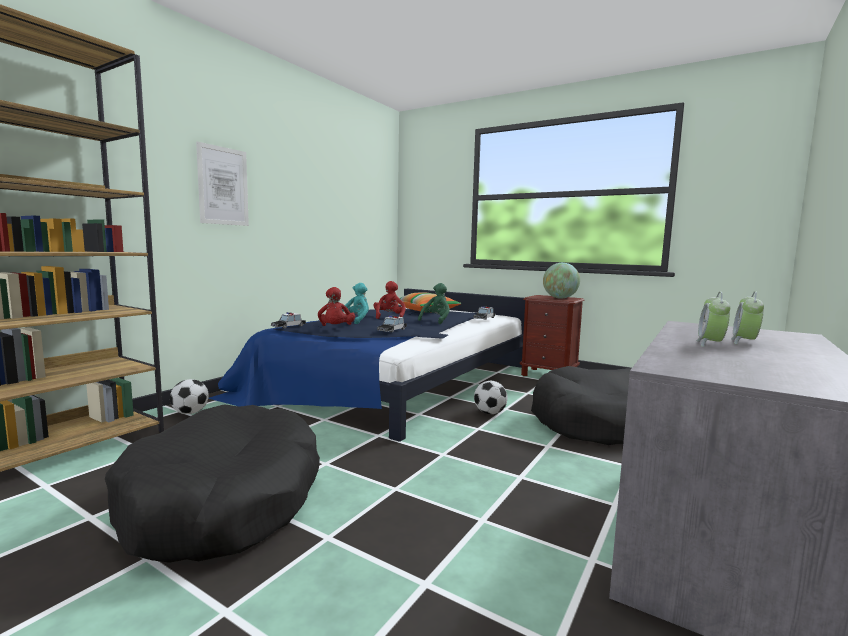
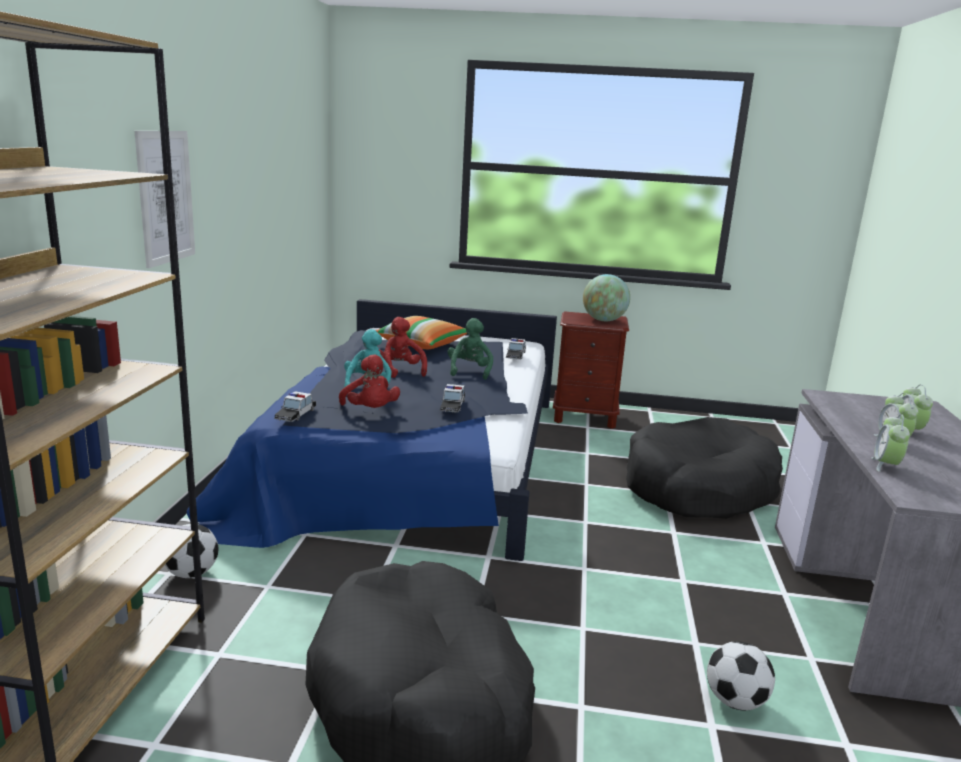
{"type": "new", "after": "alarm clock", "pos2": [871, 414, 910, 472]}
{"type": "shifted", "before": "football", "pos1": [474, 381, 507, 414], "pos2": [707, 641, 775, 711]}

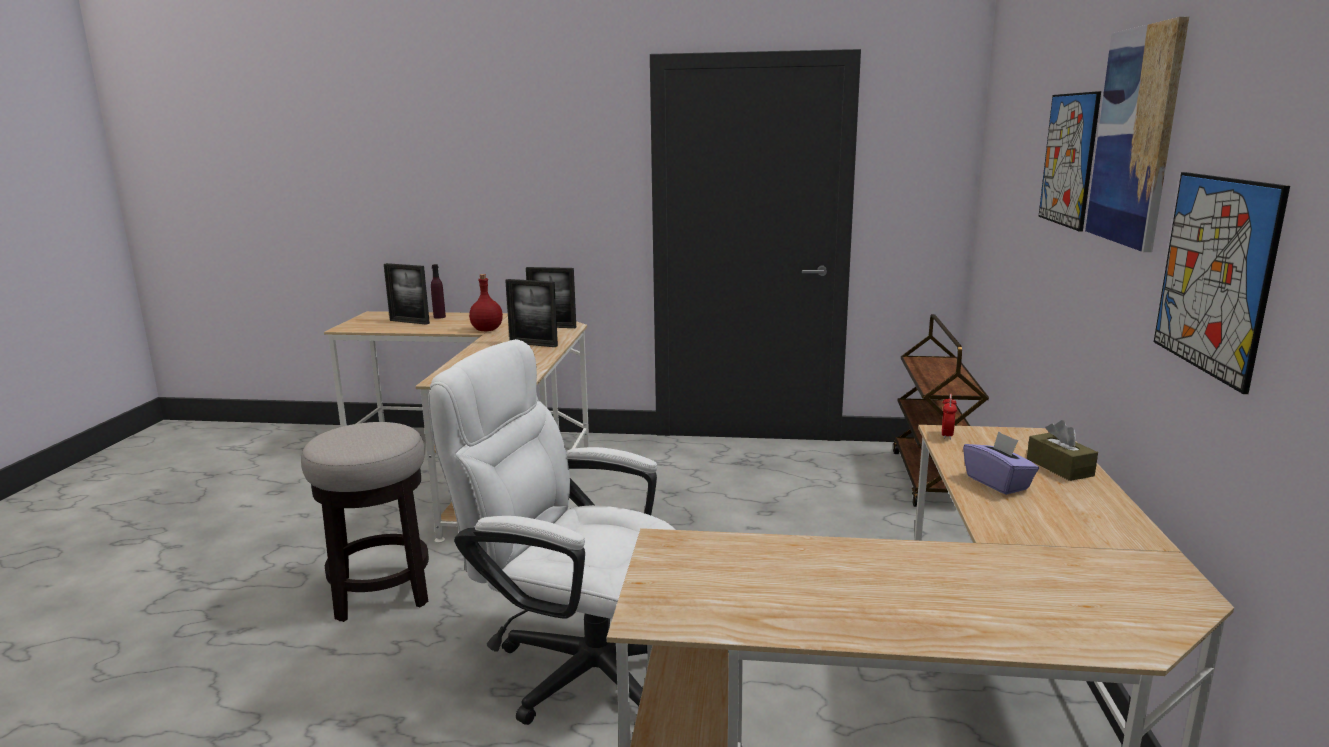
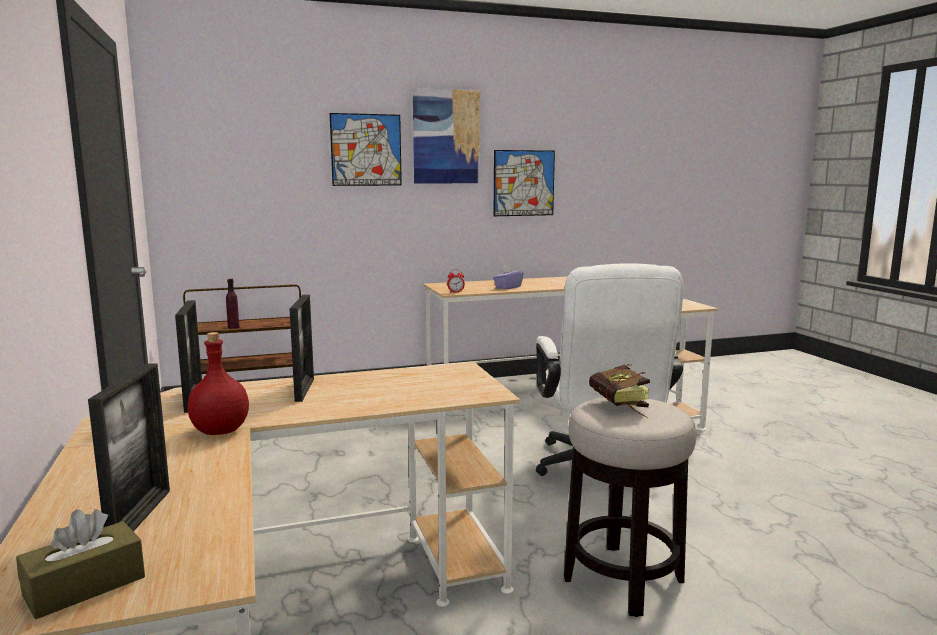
{"type": "new", "after": "book", "pos2": [589, 364, 650, 418]}
{"type": "shifted", "before": "bottle in purple", "pos1": [431, 264, 446, 319], "pos2": [226, 279, 239, 329]}
{"type": "shifted", "before": "tissue box in brown", "pos1": [1027, 420, 1098, 481], "pos2": [16, 509, 145, 619]}

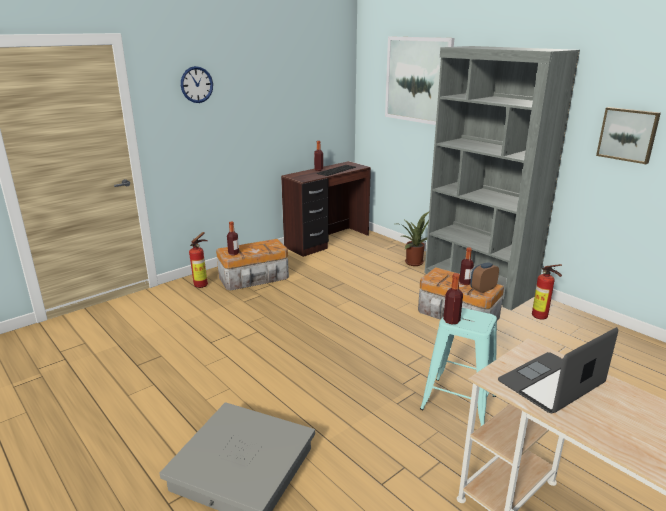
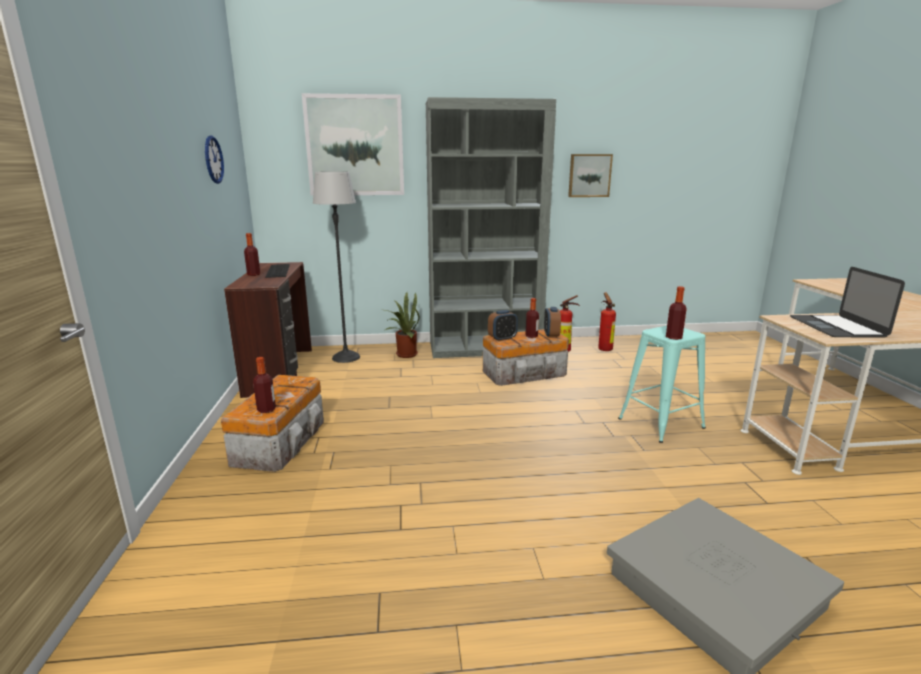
{"type": "new", "after": "floor lamp", "pos2": [313, 172, 360, 363]}
{"type": "new", "after": "alarm clock", "pos2": [488, 310, 518, 341]}
{"type": "shifted", "before": "wall clock", "pos1": [181, 66, 213, 103], "pos2": [205, 136, 224, 184]}
{"type": "shifted", "before": "fire extinguisher", "pos1": [189, 232, 208, 288], "pos2": [599, 292, 616, 351]}

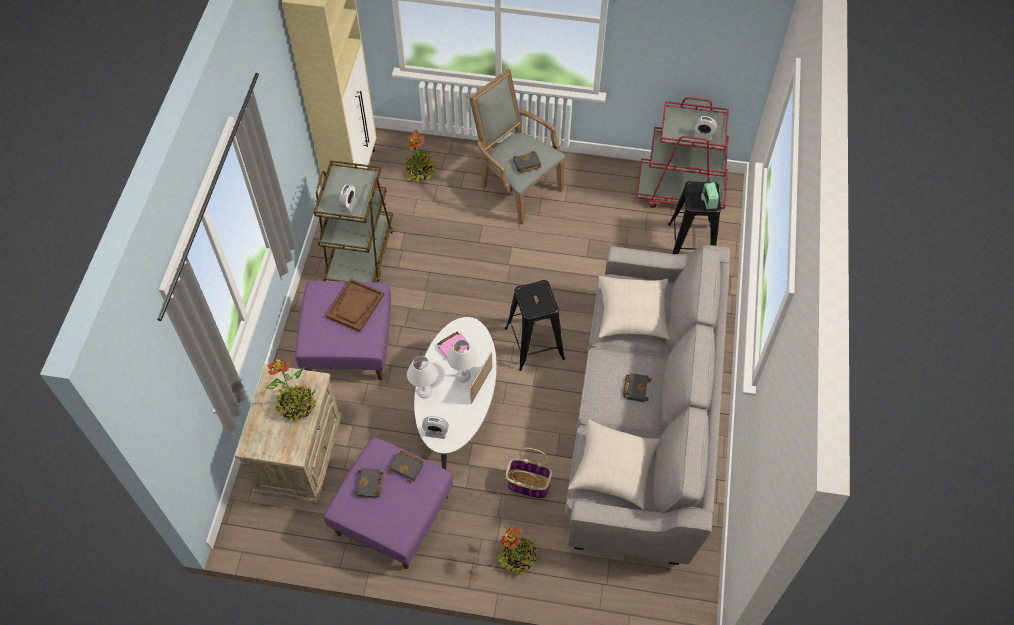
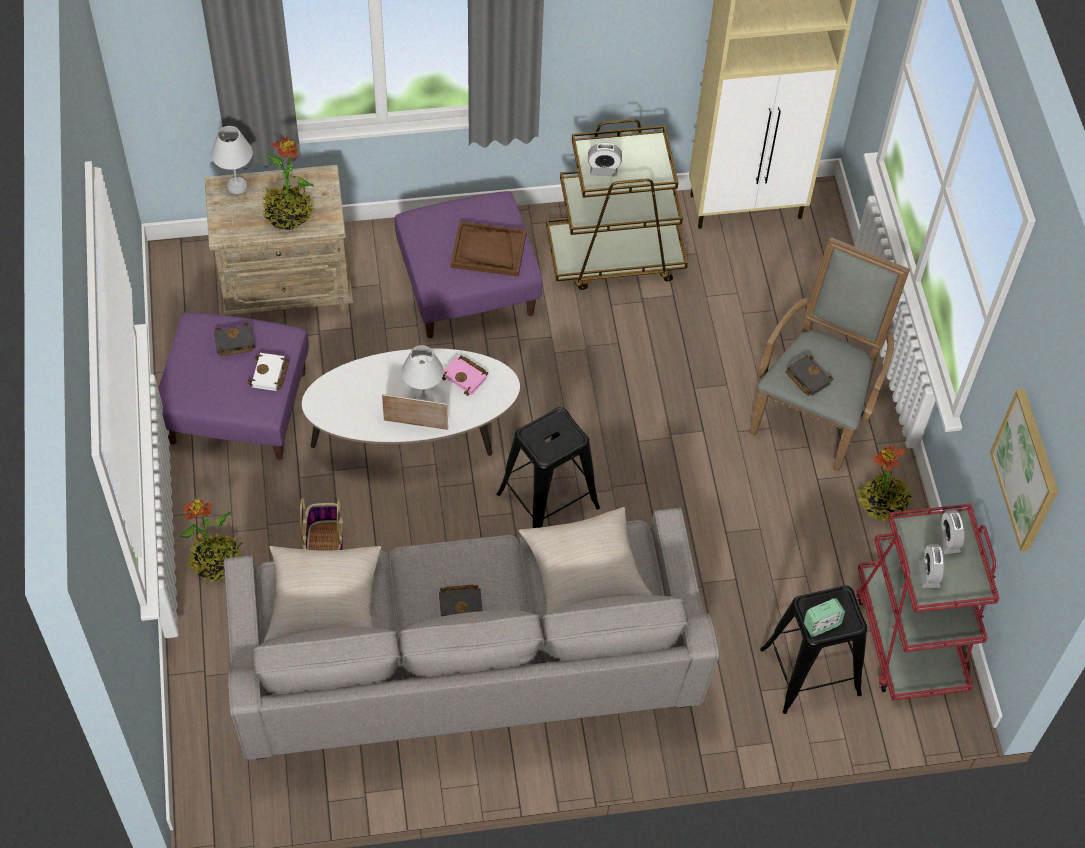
{"type": "new", "after": "picture", "pos2": [990, 389, 1058, 552]}
{"type": "shifted", "before": "potted plant", "pos1": [401, 129, 435, 182], "pos2": [857, 445, 913, 523]}
{"type": "shifted", "before": "table lamp in white", "pos1": [407, 356, 437, 398], "pos2": [211, 126, 253, 194]}
{"type": "shifted", "before": "alarm clock", "pos1": [422, 416, 449, 439], "pos2": [936, 510, 965, 554]}
{"type": "repainted", "before": "book in black", "after": "book in white", "pos1": [388, 451, 424, 483], "pos2": [248, 353, 289, 391]}

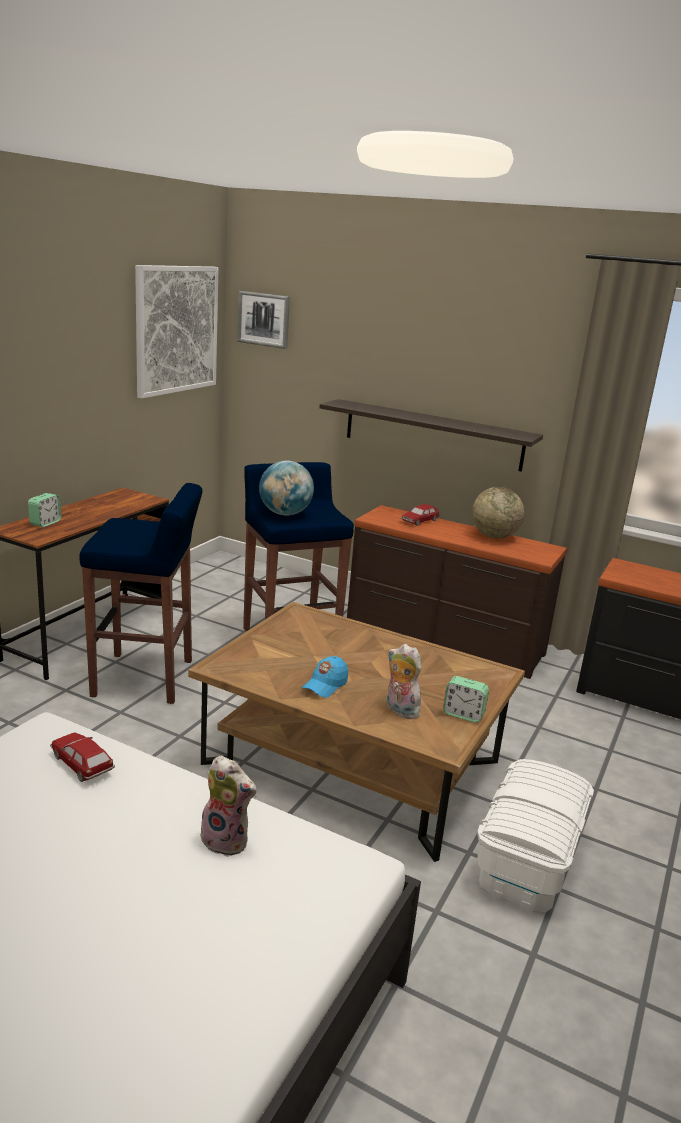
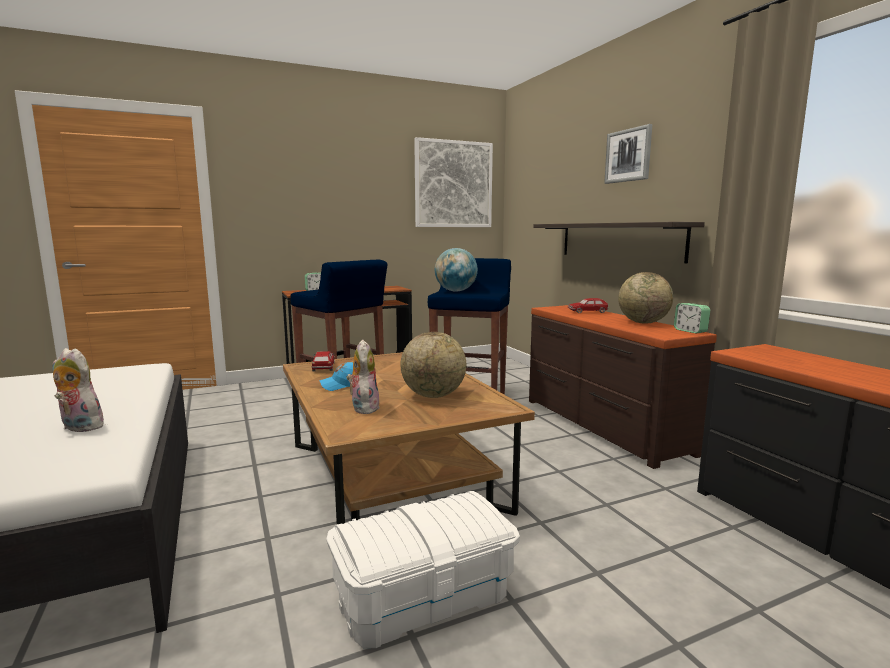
{"type": "new", "after": "globe", "pos2": [401, 332, 466, 398]}
{"type": "shifted", "before": "toy car", "pos1": [50, 732, 115, 782], "pos2": [311, 351, 335, 371]}
{"type": "shifted", "before": "picture", "pos1": [237, 291, 290, 349], "pos2": [604, 124, 652, 184]}
{"type": "shifted", "before": "alarm clock", "pos1": [443, 676, 489, 722], "pos2": [674, 303, 710, 334]}
{"type": "rotated", "before": "plush toy", "pos1": [198, 755, 256, 857], "pos2": [52, 348, 104, 432], "turn": 135}

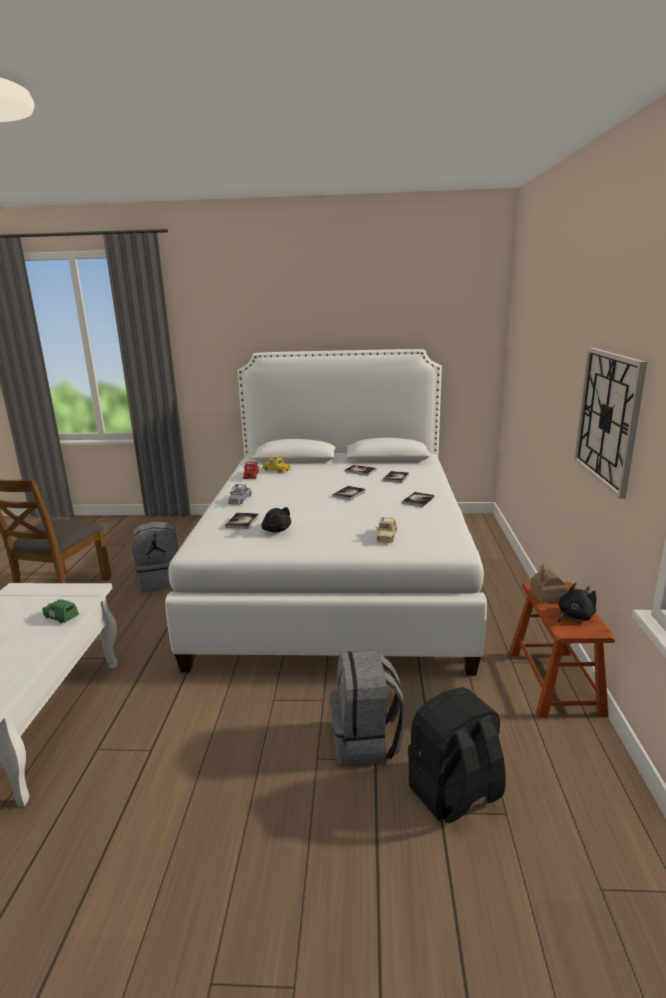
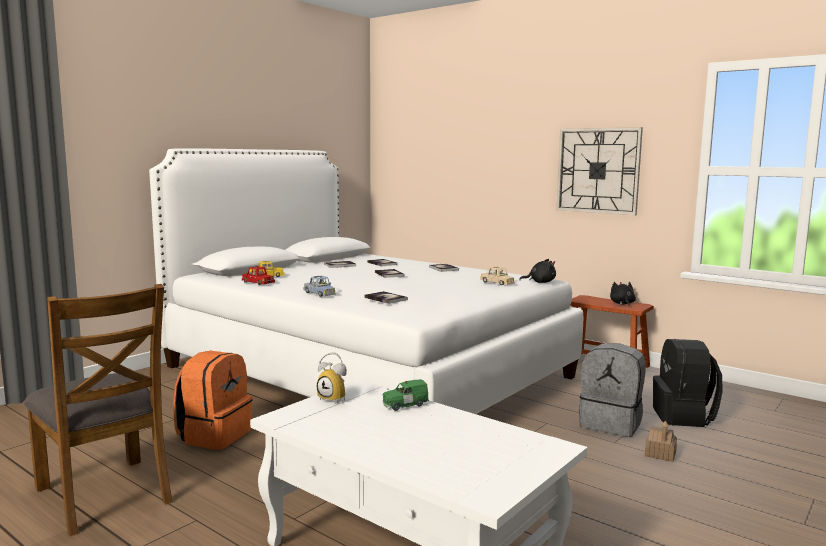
{"type": "new", "after": "alarm clock", "pos2": [317, 352, 347, 402]}
{"type": "shifted", "before": "plush toy in black", "pos1": [261, 507, 291, 532], "pos2": [519, 259, 556, 283]}
{"type": "shifted", "before": "toy house", "pos1": [530, 564, 567, 604], "pos2": [645, 421, 677, 462]}
{"type": "repainted", "before": "backpack in grey", "after": "backpack in orange", "pos1": [132, 521, 178, 593], "pos2": [173, 351, 252, 450]}

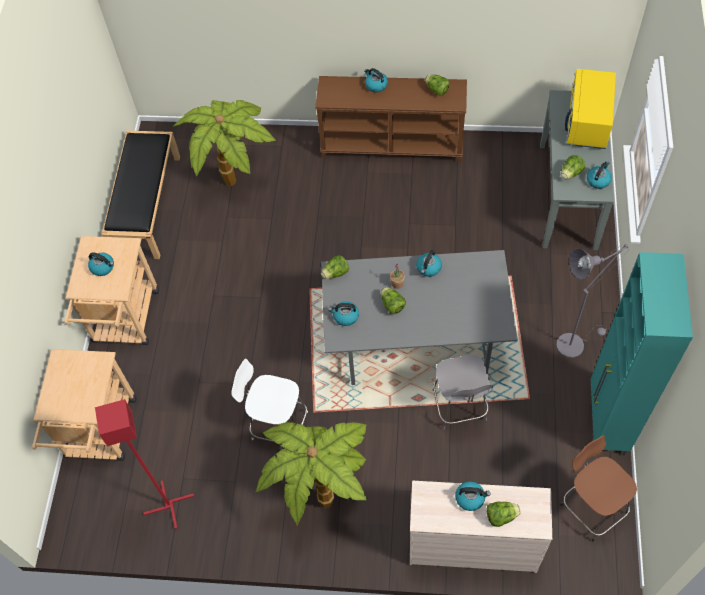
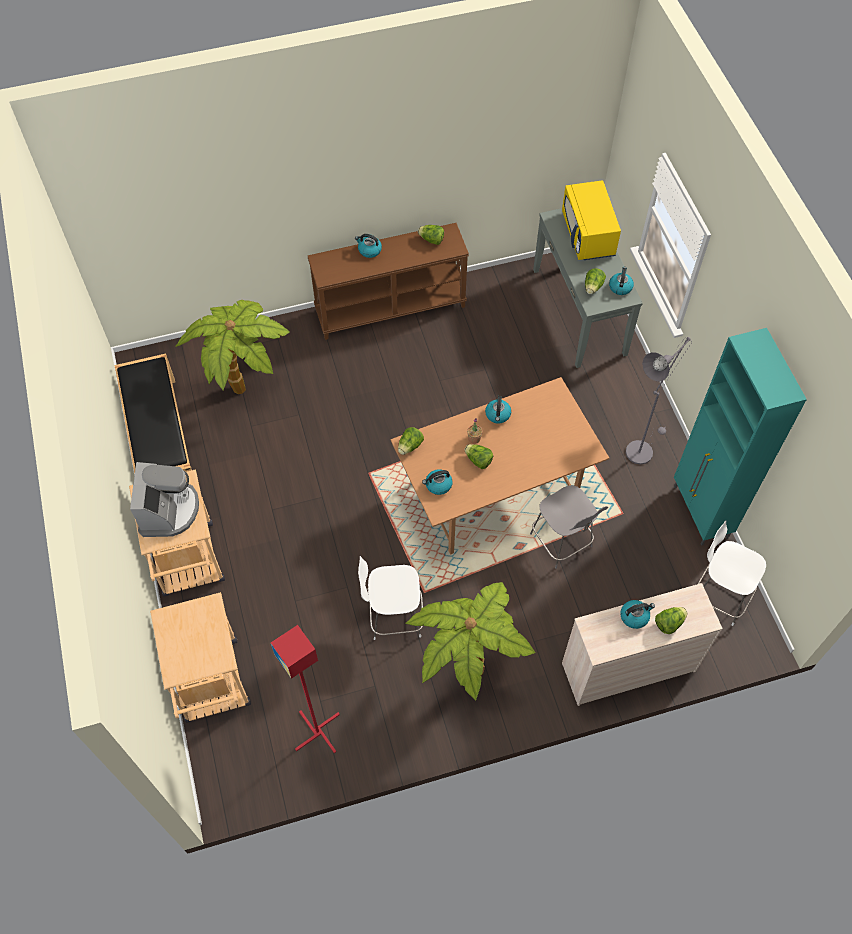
{"type": "swapped", "before": "kettle", "after": "coffee machine", "pos1": [88, 253, 114, 276], "pos2": [130, 462, 199, 537]}
{"type": "swapped", "before": "stool in brown", "after": "chair in white", "pos1": [560, 435, 637, 542], "pos2": [698, 520, 766, 626]}
{"type": "repainted", "before": "dining table in grey", "after": "dining table in brown", "pos1": [321, 250, 518, 385], "pos2": [391, 377, 609, 555]}

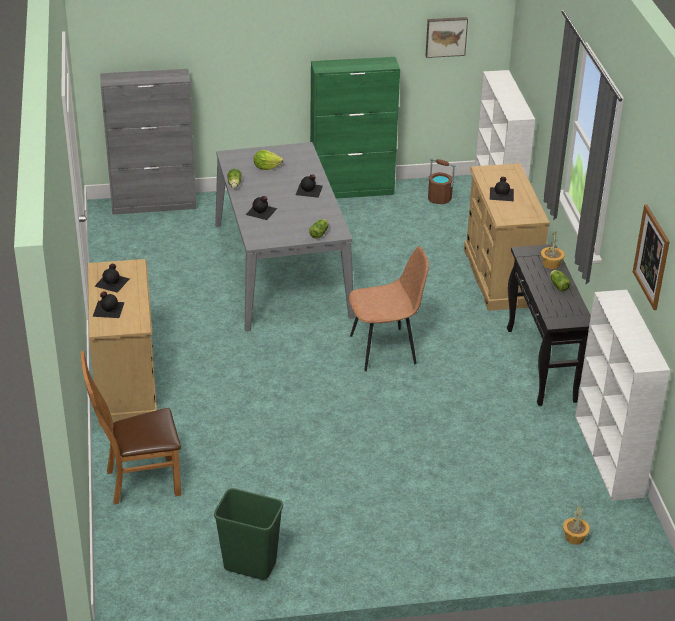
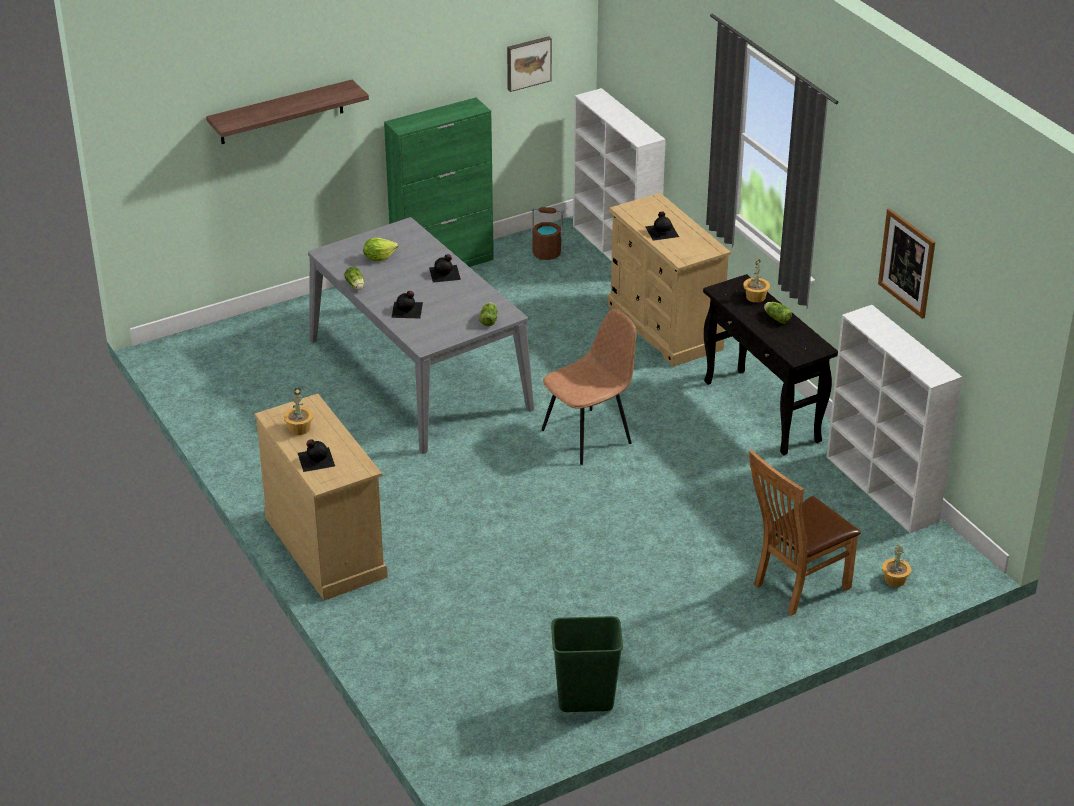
{"type": "gone", "before": "cabinet in grey", "pos1": [100, 69, 196, 215]}
{"type": "new", "after": "shelf", "pos2": [206, 79, 369, 144]}
{"type": "shifted", "before": "chair in brown", "pos1": [81, 351, 182, 504], "pos2": [749, 450, 861, 615]}
{"type": "swapped", "before": "bottle in black", "after": "potted plant", "pos1": [94, 264, 130, 292], "pos2": [284, 388, 313, 435]}

